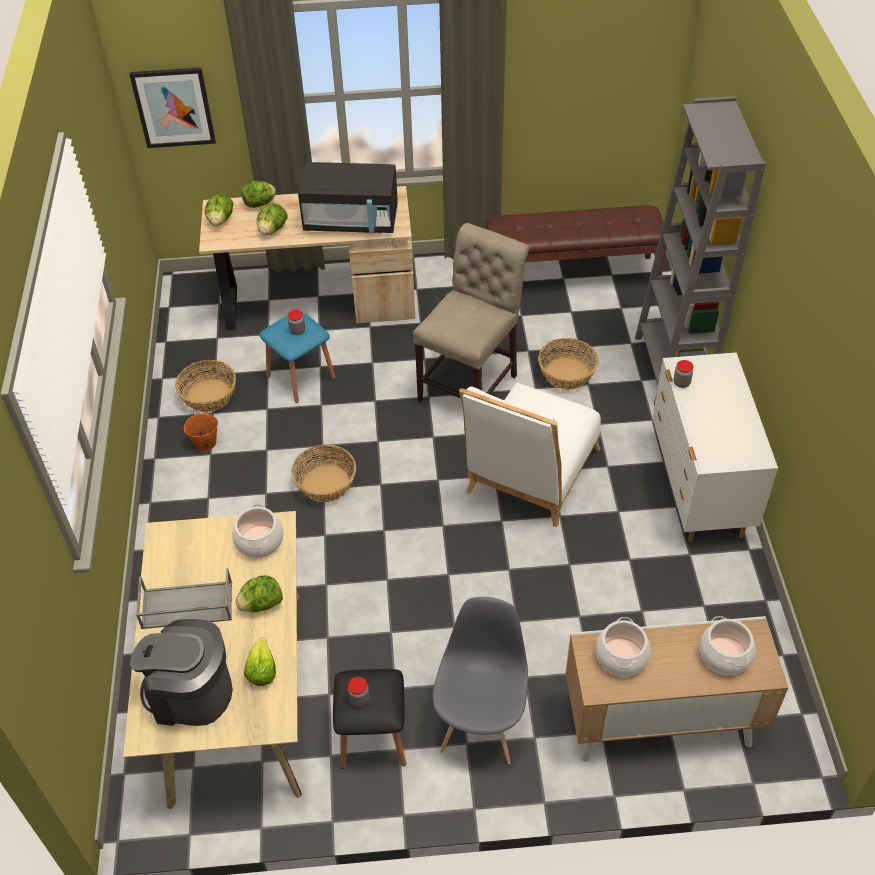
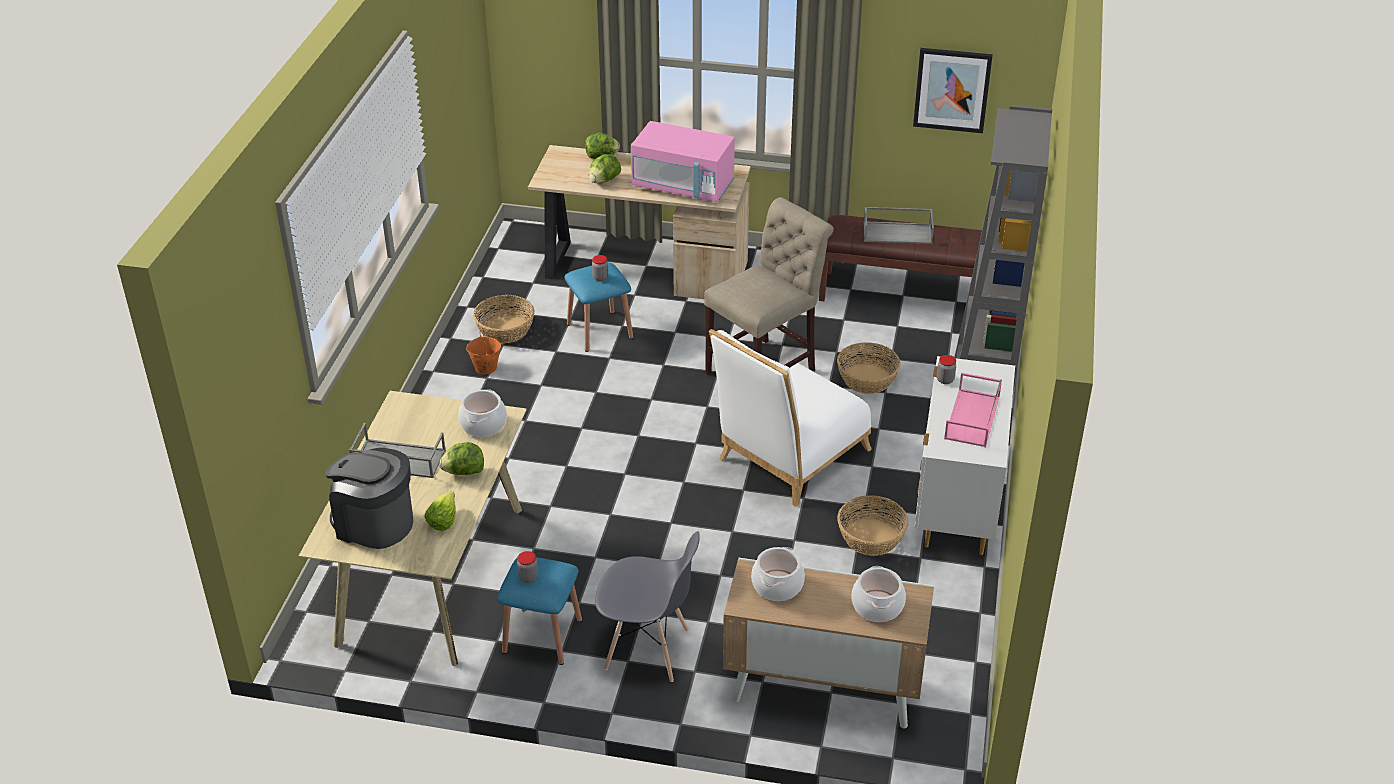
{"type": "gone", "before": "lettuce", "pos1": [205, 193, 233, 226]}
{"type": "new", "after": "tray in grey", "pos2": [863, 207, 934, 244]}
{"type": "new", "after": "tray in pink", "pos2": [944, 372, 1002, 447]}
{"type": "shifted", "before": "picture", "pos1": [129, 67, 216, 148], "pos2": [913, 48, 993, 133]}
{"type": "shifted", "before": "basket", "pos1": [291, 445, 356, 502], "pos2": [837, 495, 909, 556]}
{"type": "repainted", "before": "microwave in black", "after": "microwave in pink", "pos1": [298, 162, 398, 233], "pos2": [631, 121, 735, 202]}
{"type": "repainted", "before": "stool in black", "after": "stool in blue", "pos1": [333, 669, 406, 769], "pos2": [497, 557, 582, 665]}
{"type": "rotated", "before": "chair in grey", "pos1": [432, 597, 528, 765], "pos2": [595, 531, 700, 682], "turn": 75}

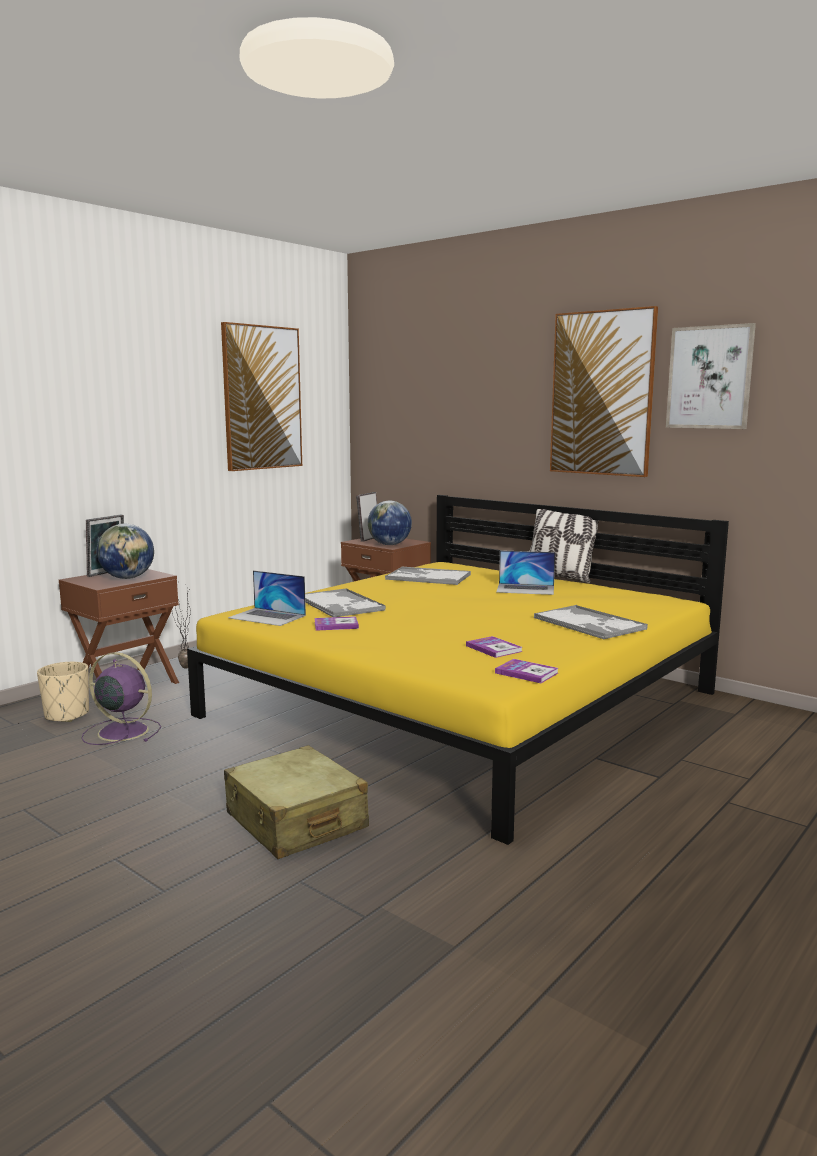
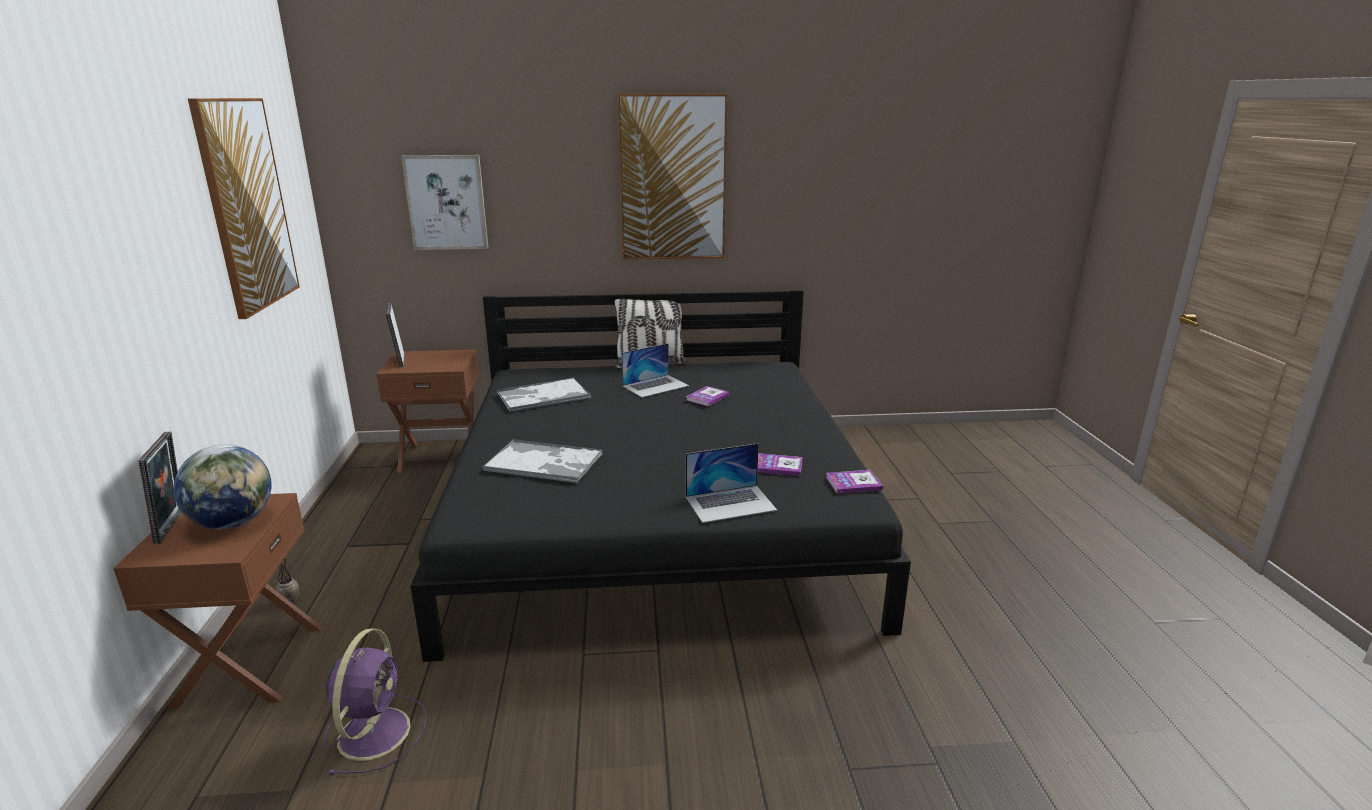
{"type": "gone", "before": "planter in beige", "pos1": [37, 662, 89, 722]}
{"type": "gone", "before": "suitcase in beige", "pos1": [224, 745, 369, 859]}
{"type": "gone", "before": "globe", "pos1": [368, 501, 412, 545]}
{"type": "gone", "before": "tray", "pos1": [534, 605, 648, 640]}
{"type": "shifted", "before": "laptop", "pos1": [228, 570, 306, 626], "pos2": [686, 443, 777, 523]}
{"type": "shifted", "before": "book", "pos1": [314, 616, 359, 631], "pos2": [686, 386, 729, 407]}
{"type": "shifted", "before": "picture", "pos1": [666, 323, 756, 429], "pos2": [401, 155, 488, 250]}
{"type": "repainted", "before": "bed in yellow", "after": "bed in black", "pos1": [187, 495, 729, 845], "pos2": [410, 290, 911, 662]}
{"type": "rotated", "before": "fan in purple", "pos1": [82, 652, 161, 745], "pos2": [324, 628, 427, 775], "turn": 120}

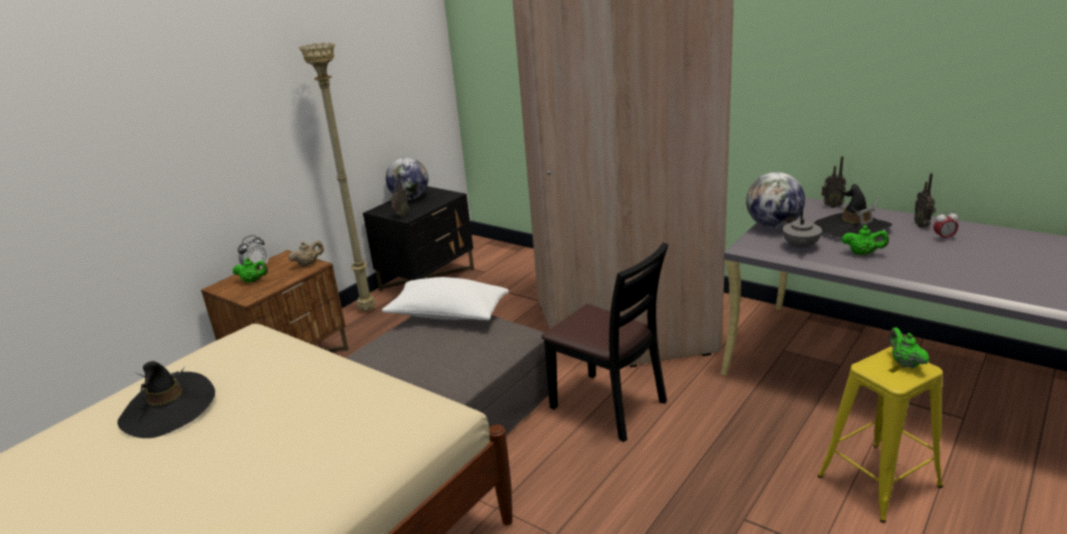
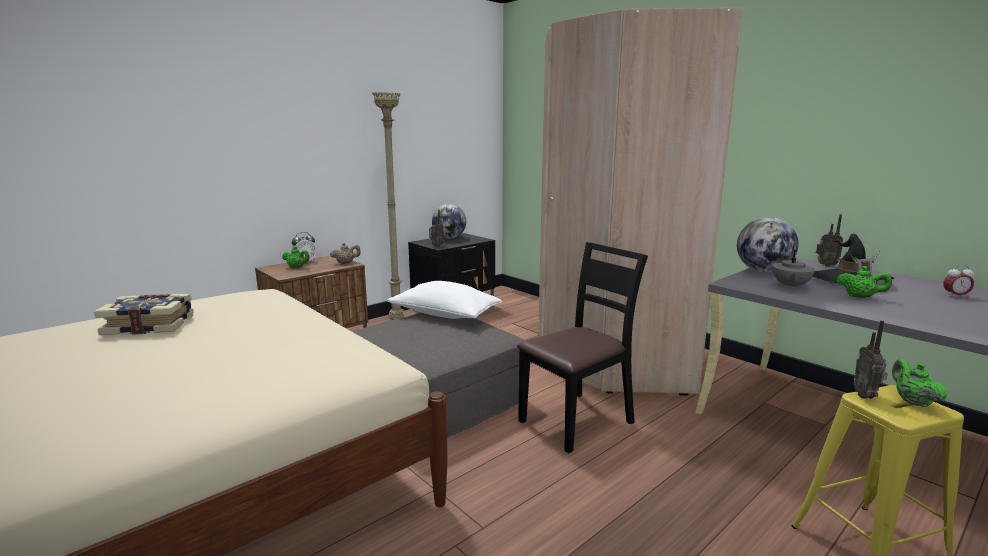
{"type": "shifted", "before": "radio", "pos1": [914, 173, 936, 228], "pos2": [854, 320, 888, 399]}
{"type": "swapped", "before": "hat in black", "after": "book", "pos1": [117, 361, 215, 438], "pos2": [94, 294, 194, 335]}
{"type": "rotated", "before": "chair in black", "pos1": [541, 243, 668, 442], "pos2": [517, 242, 648, 453], "turn": -90}

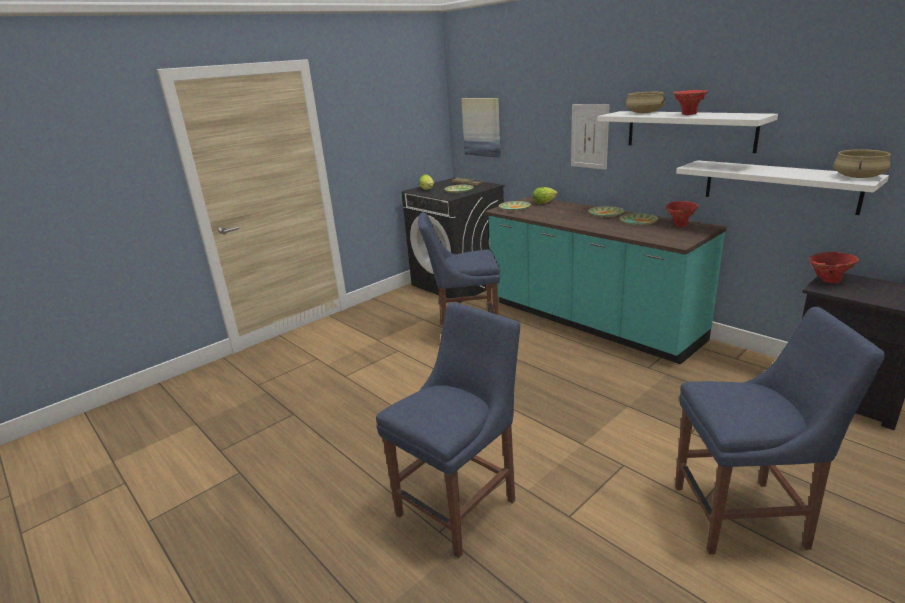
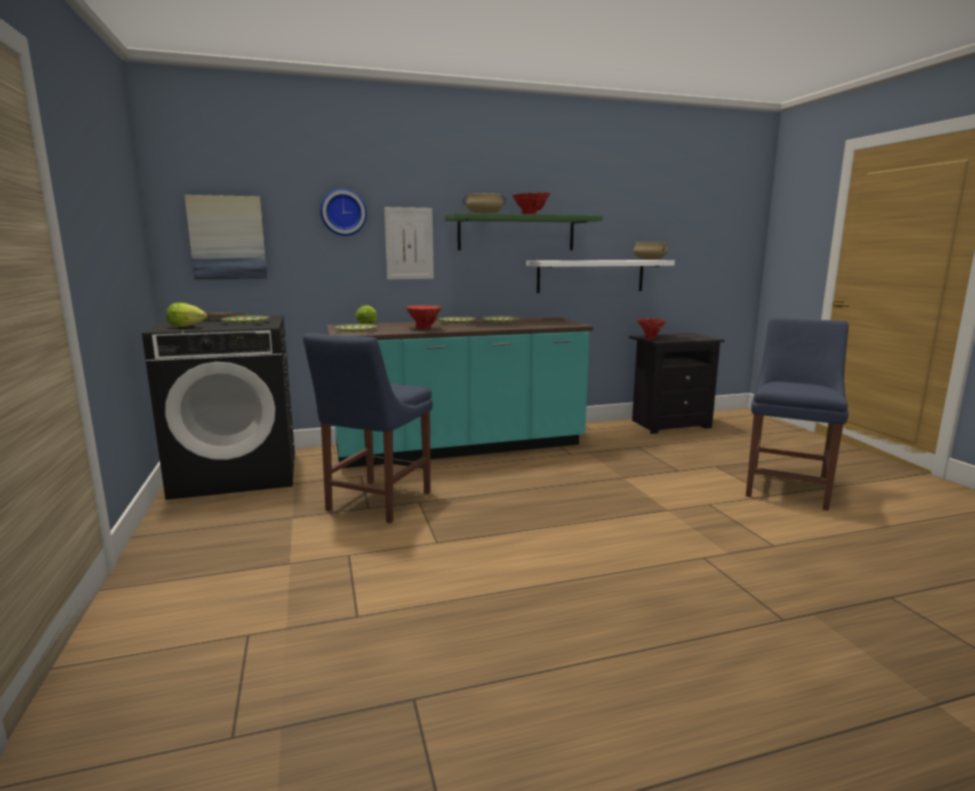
{"type": "gone", "before": "chair in blue", "pos1": [376, 302, 520, 558]}
{"type": "new", "after": "wall clock", "pos2": [320, 189, 367, 236]}
{"type": "shifted", "before": "vase in red", "pos1": [665, 201, 699, 227], "pos2": [405, 305, 442, 329]}
{"type": "repainted", "before": "shelf in white", "after": "shelf in green", "pos1": [597, 111, 778, 153], "pos2": [445, 213, 603, 251]}

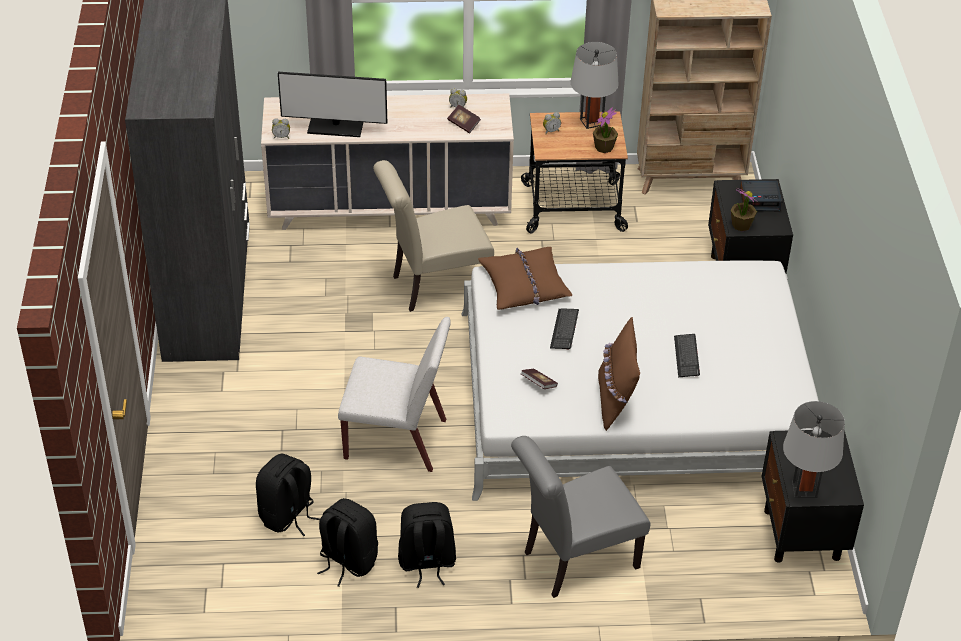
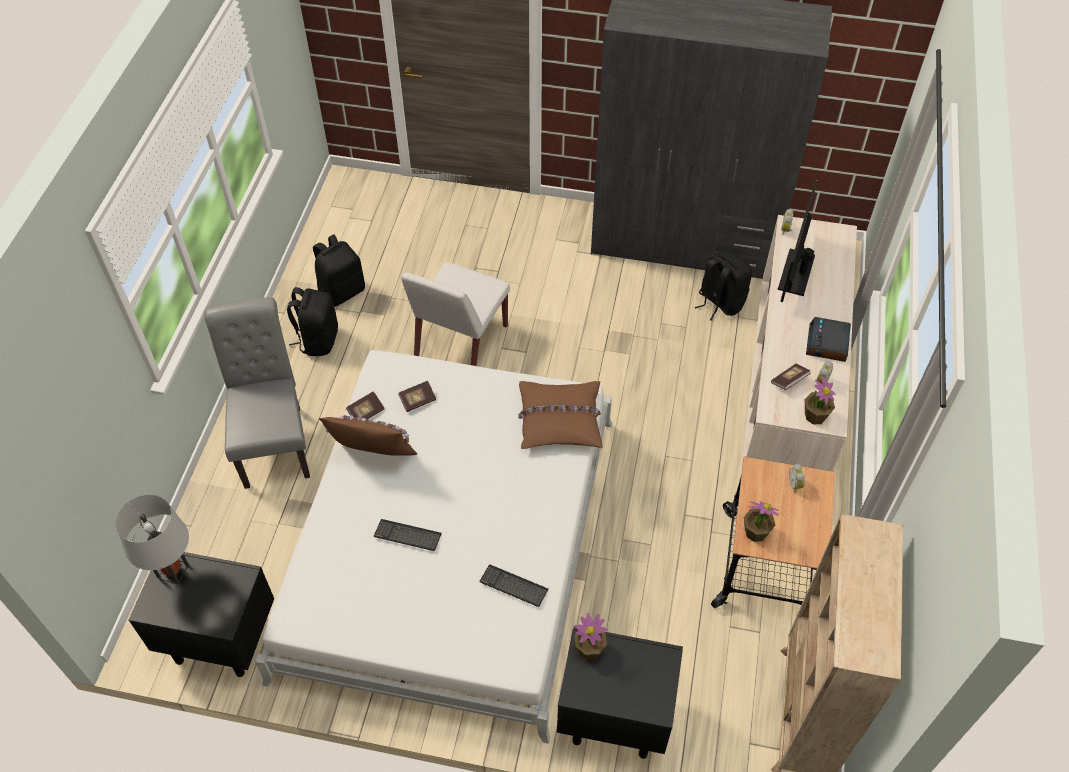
{"type": "gone", "before": "chair in beige", "pos1": [373, 160, 494, 312]}
{"type": "gone", "before": "table lamp in grey", "pos1": [570, 42, 619, 129]}
{"type": "new", "after": "book", "pos2": [346, 391, 384, 420]}
{"type": "new", "after": "potted plant", "pos2": [805, 375, 835, 425]}
{"type": "shifted", "before": "backpack in black", "pos1": [256, 454, 320, 536], "pos2": [694, 250, 752, 321]}
{"type": "shifted", "before": "keyboard", "pos1": [550, 309, 579, 350], "pos2": [480, 564, 548, 607]}
{"type": "shifted", "before": "alarm clock", "pos1": [740, 181, 783, 211], "pos2": [806, 317, 851, 362]}

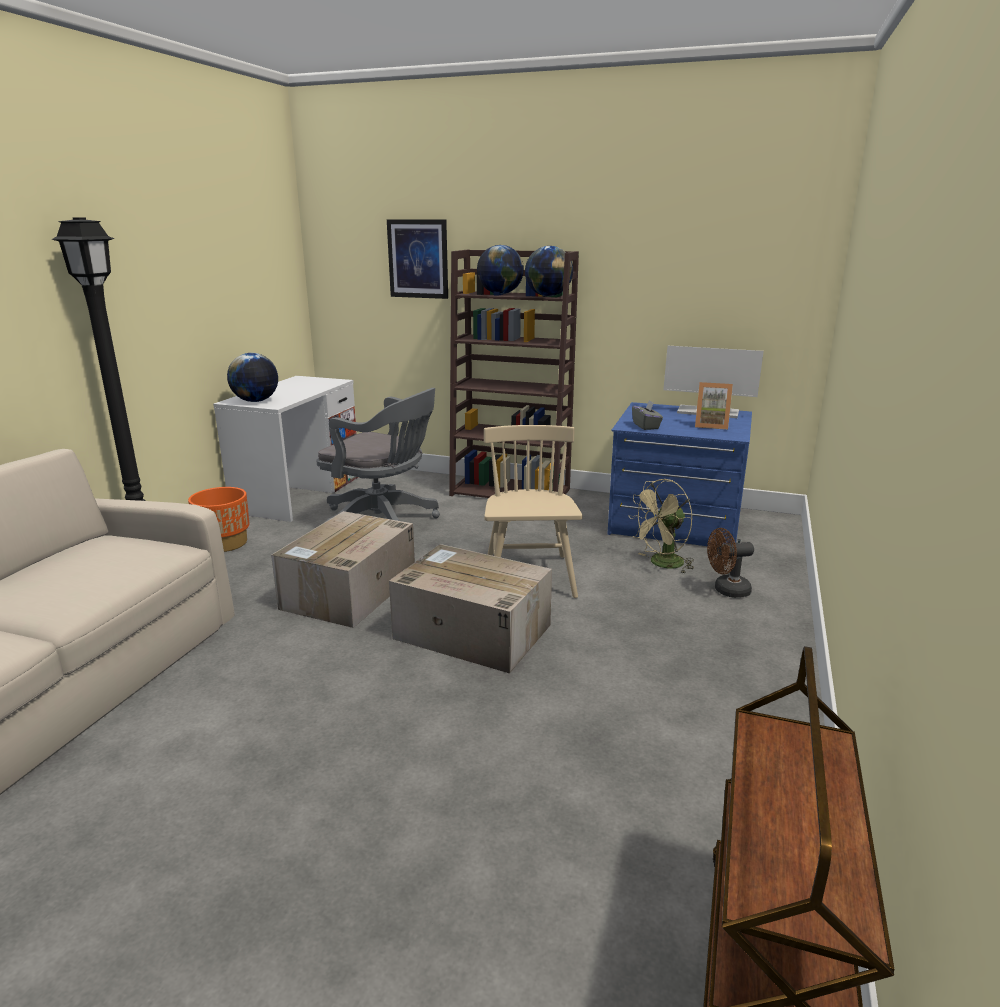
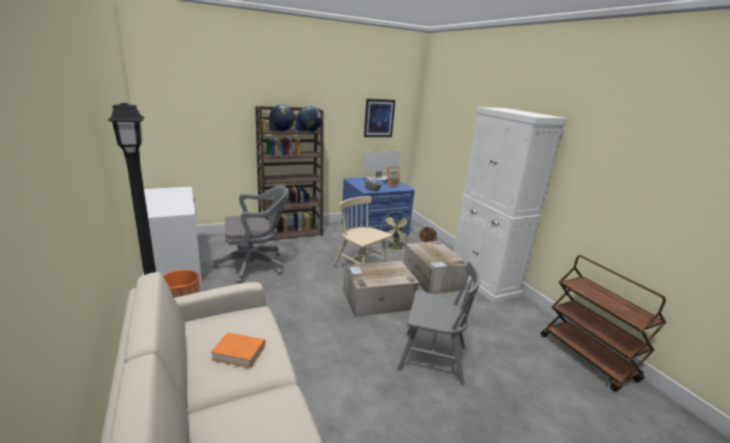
{"type": "gone", "before": "globe", "pos1": [227, 353, 278, 402]}
{"type": "new", "after": "book in orange", "pos2": [211, 332, 265, 368]}
{"type": "new", "after": "chair in grey", "pos2": [398, 261, 480, 385]}
{"type": "new", "after": "cabinet in white", "pos2": [453, 107, 567, 303]}
{"type": "shifted", "before": "cardboard box", "pos1": [271, 511, 415, 628], "pos2": [404, 241, 468, 294]}
{"type": "shifted", "before": "picture", "pos1": [387, 219, 448, 299], "pos2": [364, 99, 395, 137]}

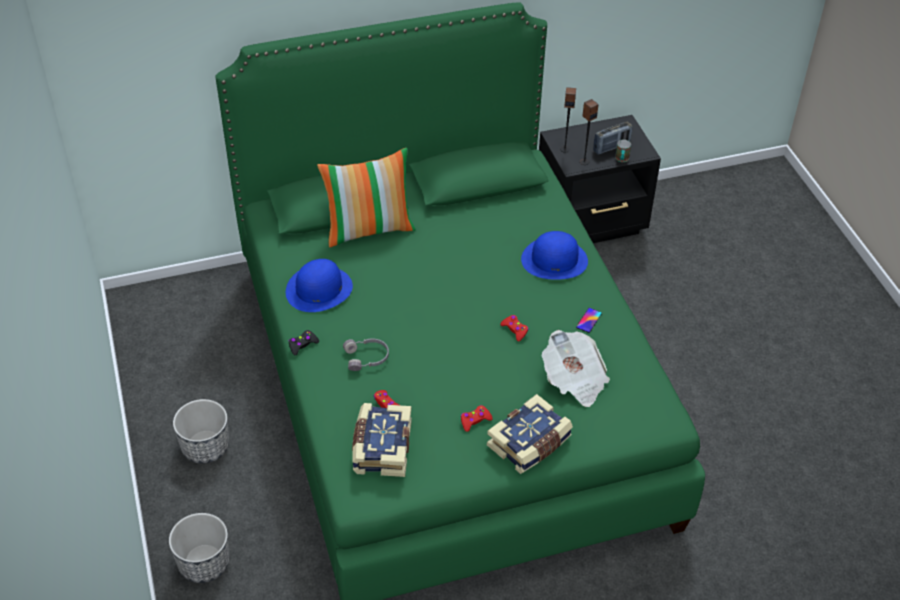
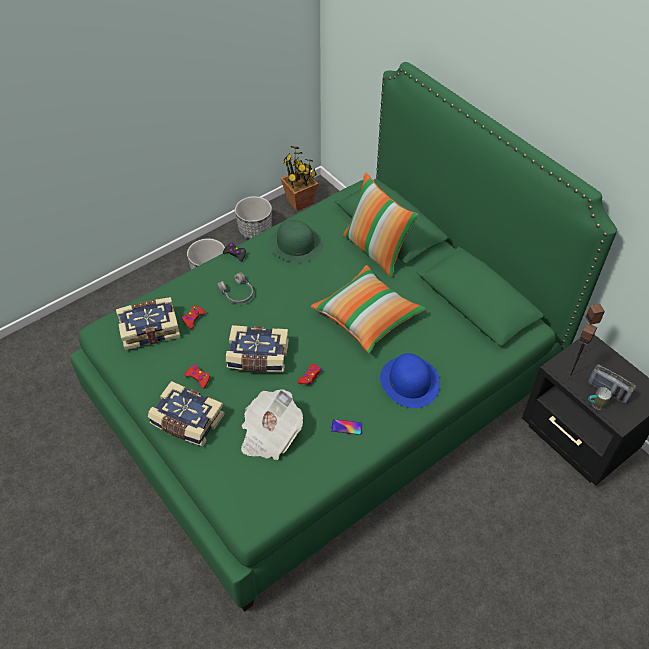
{"type": "new", "after": "book", "pos2": [226, 325, 289, 372]}
{"type": "new", "after": "potted plant", "pos2": [281, 146, 318, 211]}
{"type": "new", "after": "pillow", "pos2": [311, 265, 426, 353]}
{"type": "shifted", "before": "planter", "pos1": [169, 513, 230, 583], "pos2": [235, 196, 272, 239]}
{"type": "repainted", "before": "hat in blue", "after": "hat in green", "pos1": [286, 259, 353, 312], "pos2": [269, 220, 323, 262]}

